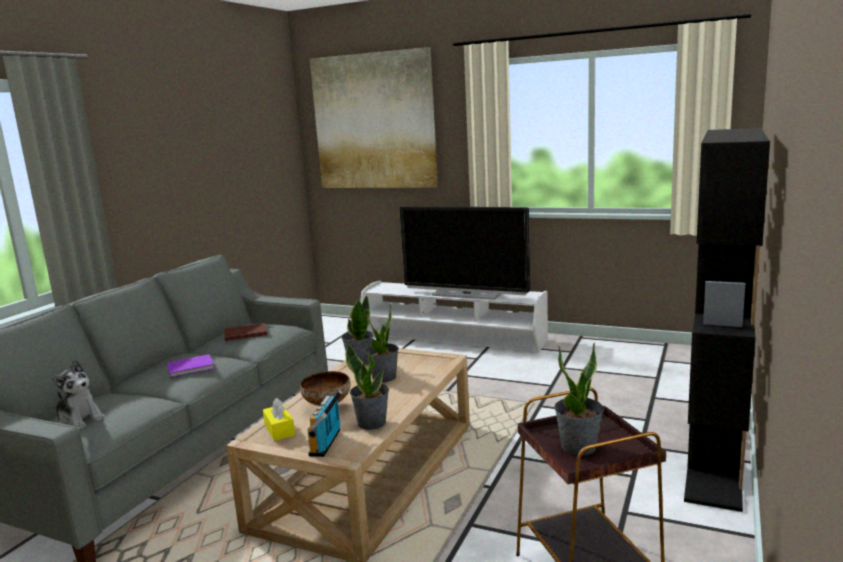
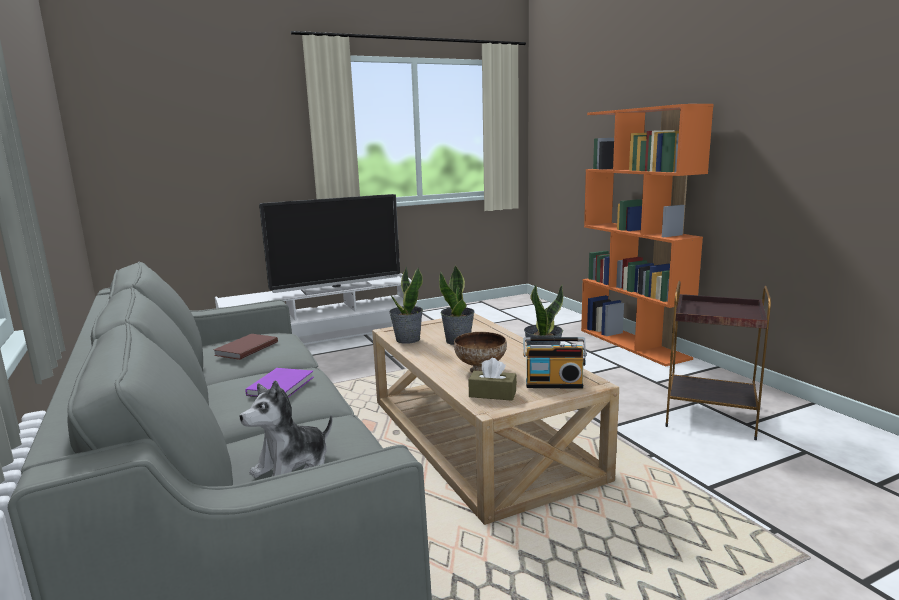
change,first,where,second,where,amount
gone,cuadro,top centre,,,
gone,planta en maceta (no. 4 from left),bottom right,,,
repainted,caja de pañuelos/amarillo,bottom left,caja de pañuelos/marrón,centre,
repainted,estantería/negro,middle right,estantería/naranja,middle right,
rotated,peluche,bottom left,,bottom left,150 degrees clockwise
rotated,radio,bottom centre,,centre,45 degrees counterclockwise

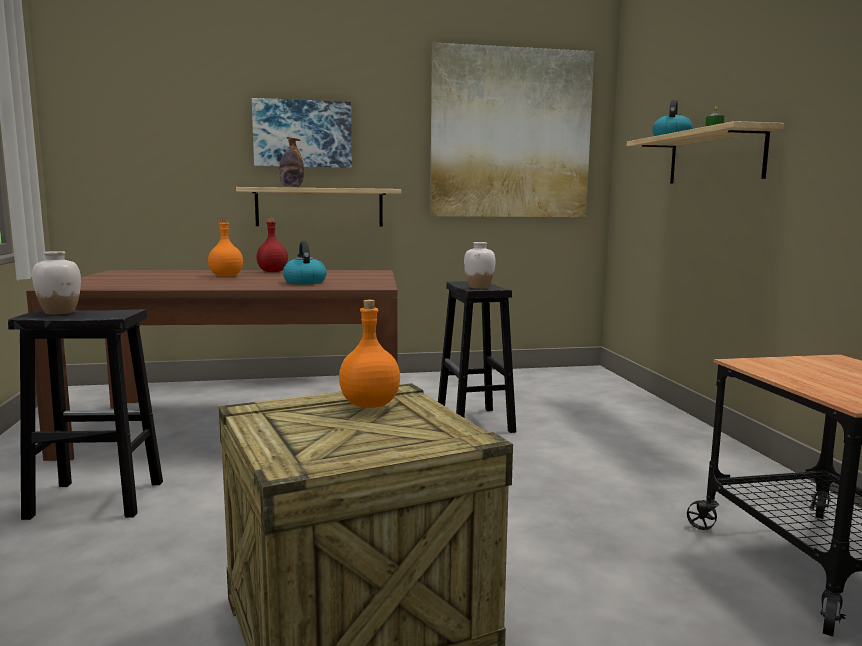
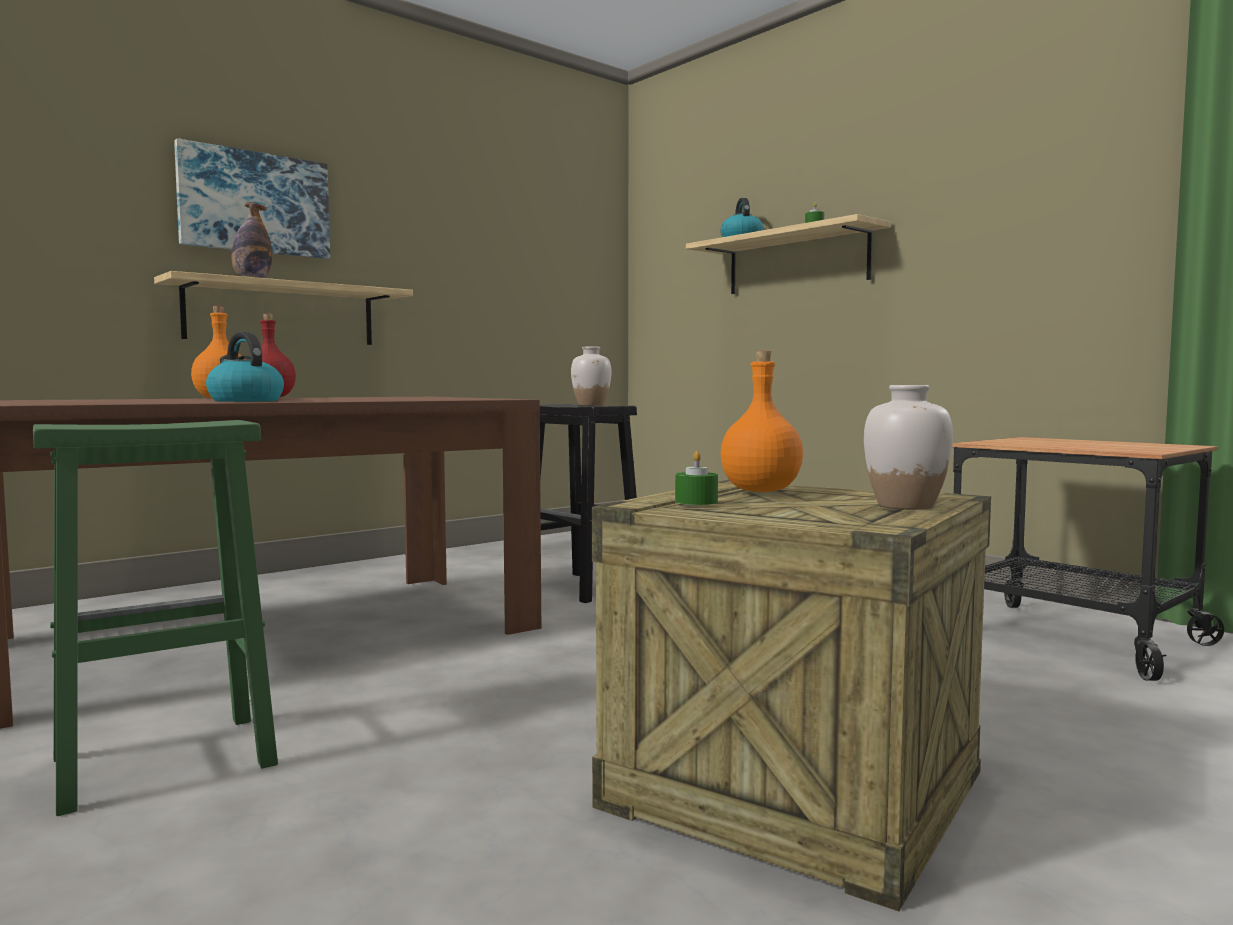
change,first,where,second,where,amount
gone,cuadro (no. 2 from left),top centre,,,
new,,,vela/verde (no. 1 from left),centre,
shifted,florero/blanco (no. 1 from left in the first image),middle left,florero/blanco (no. 2 from left),middle right,
shifted,hervidor (no. 1 from left),centre,,middle left,
repainted,taburete/negro (no. 1 from left),middle left,taburete/verde,bottom left,

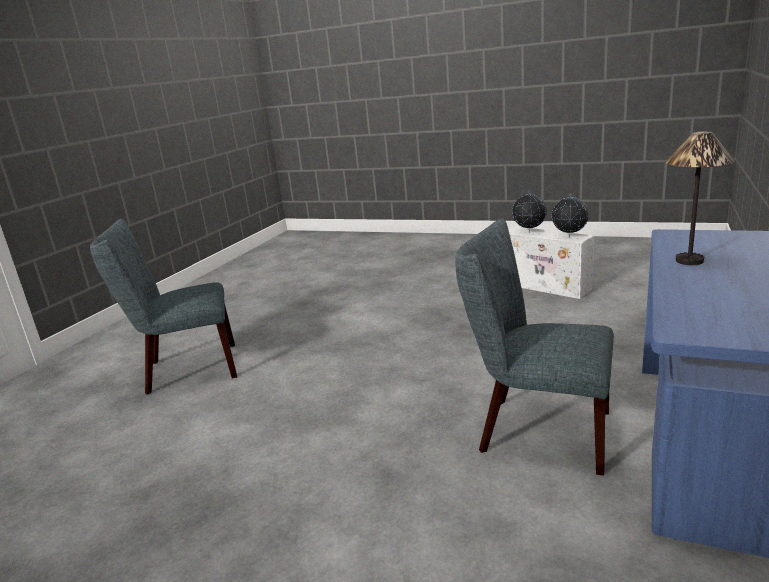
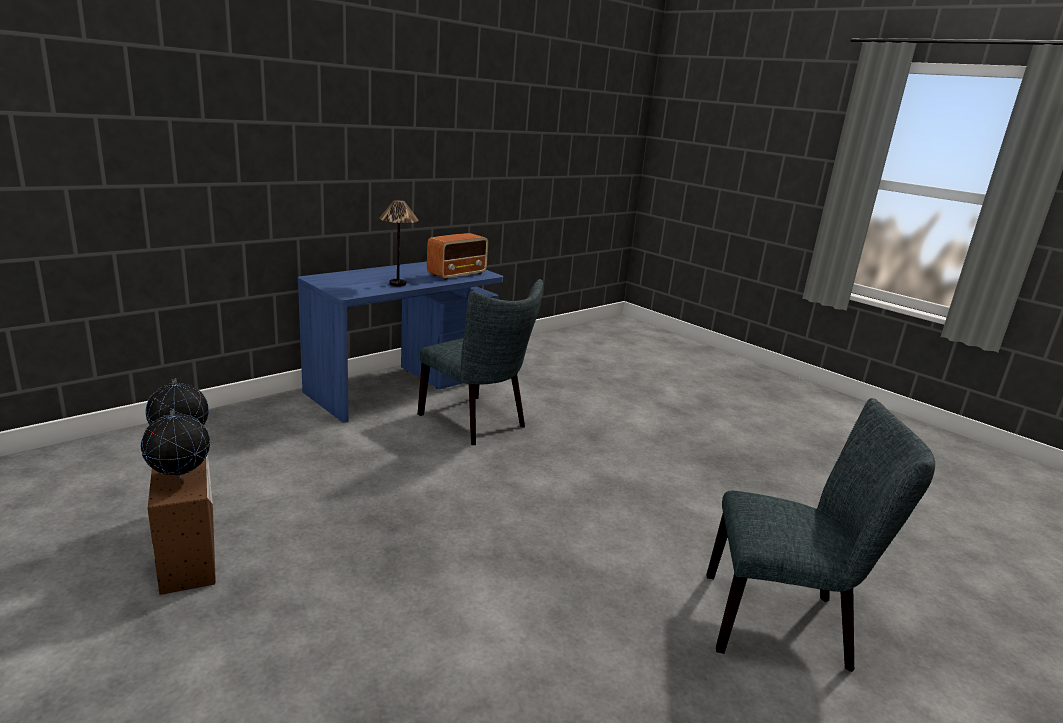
change,first,where,second,where,amount
new,,,radio,centre,
repainted,caja de almacenaje/blanco,middle right,caja de almacenaje/marrón,bottom left,

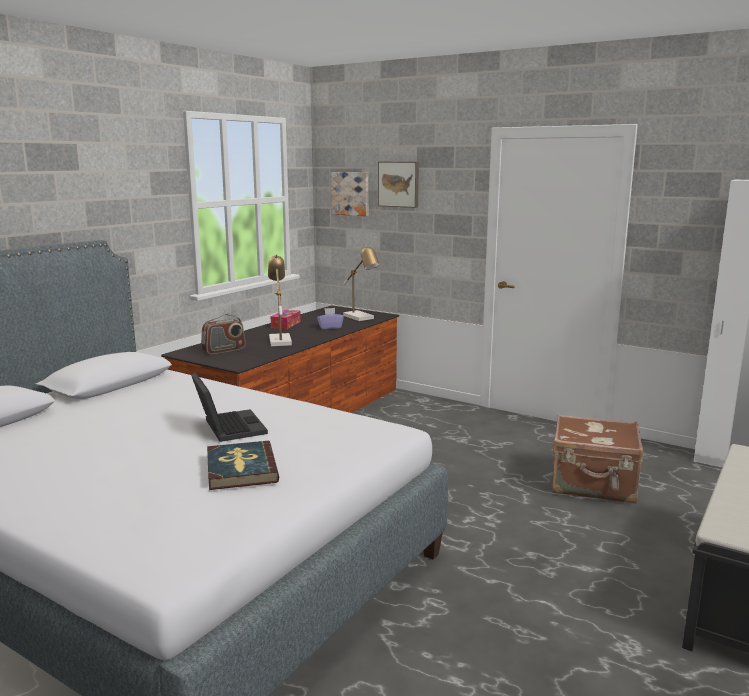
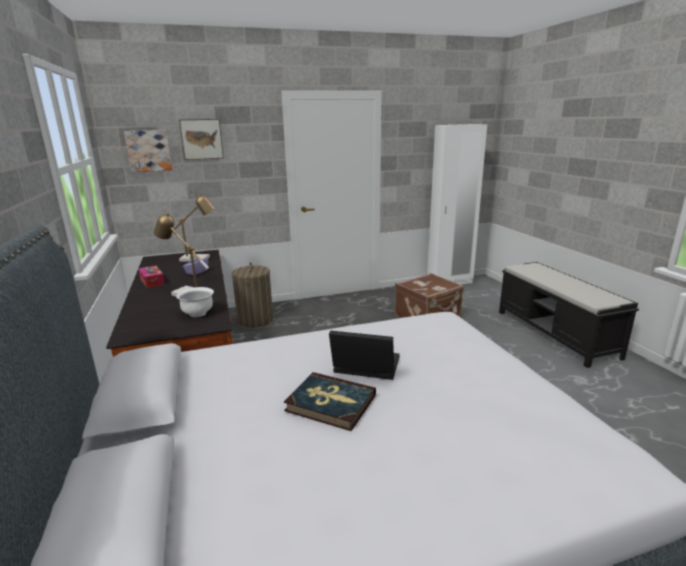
change,first,where,second,where,amount
gone,radio,middle left,,,
new,,,cuenco/blanco,middle left,
new,,,cesto de la ropa,centre,
shifted,libro,bottom left,,bottom centre,

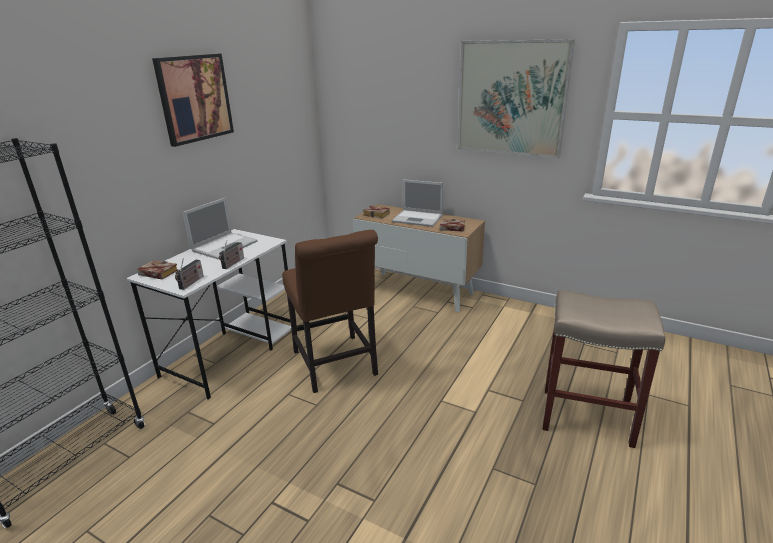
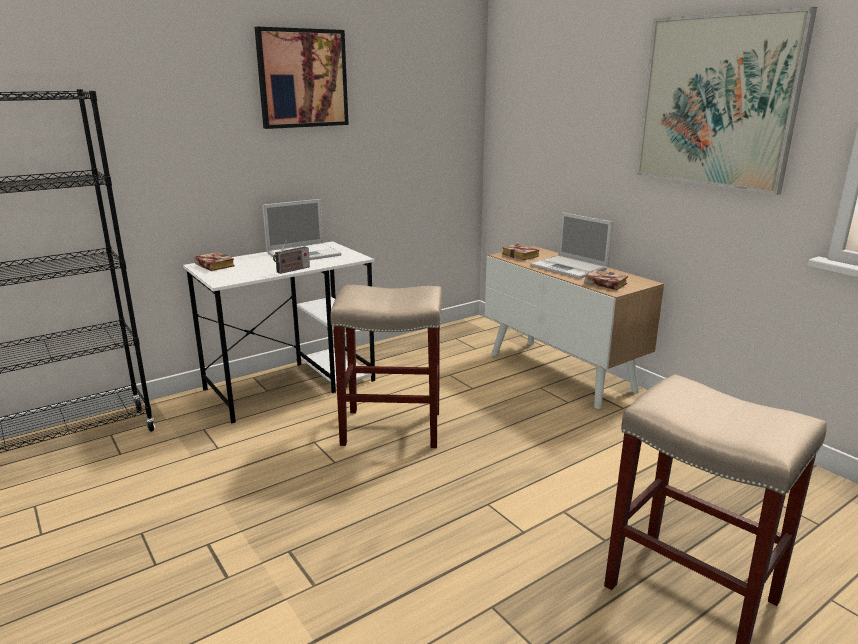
change,first,where,second,where,amount
gone,radio (no. 1 from left),middle left,,,
swapped,silla/marrón,centre,taburete/beis (no. 1 from left),centre,

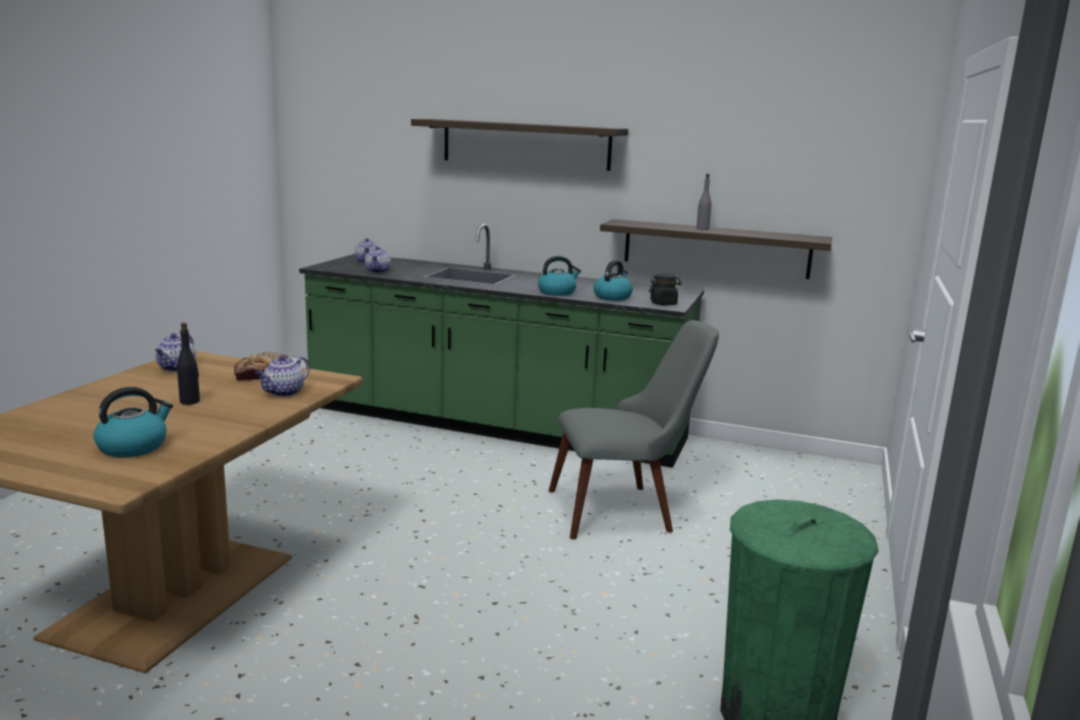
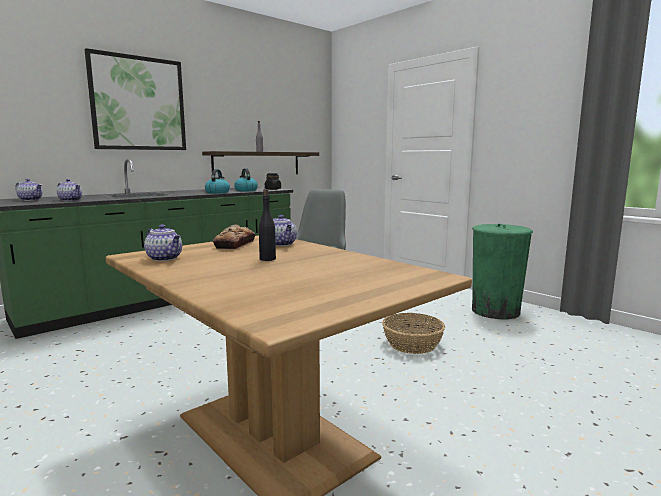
change,first,where,second,where,amount
gone,hervidor (no. 1 from left),middle left,,,
new,,,cesta,bottom centre,
swapped,estante (no. 1 from left),top centre,cuadro,top left,

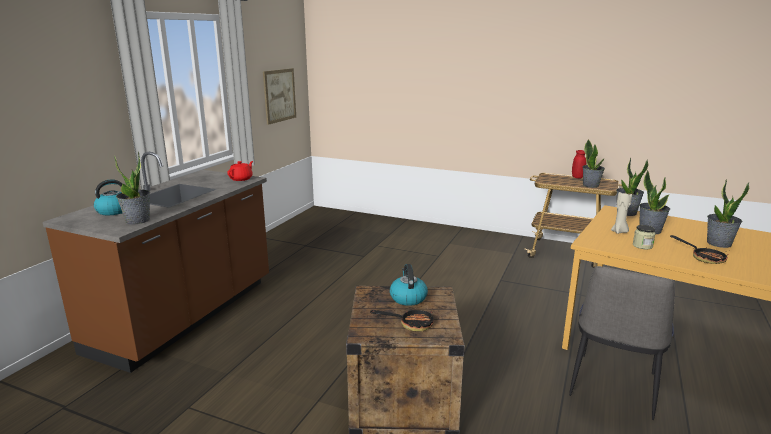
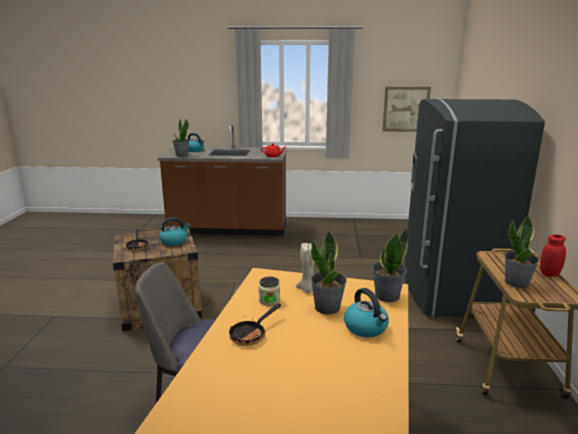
change,first,where,second,where,amount
gone,planta en maceta (no. 5 from left),middle right,,,
new,,,hervidor (no. 3 from left),bottom centre,
new,,,nevera/gris,middle right,

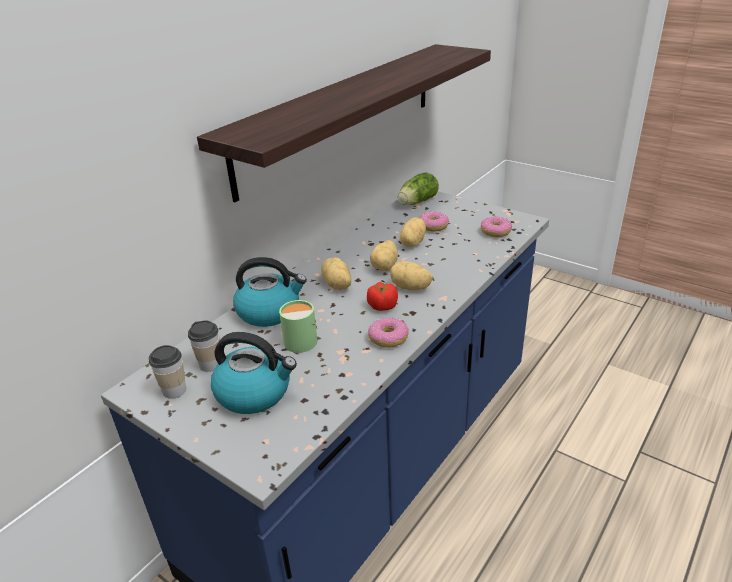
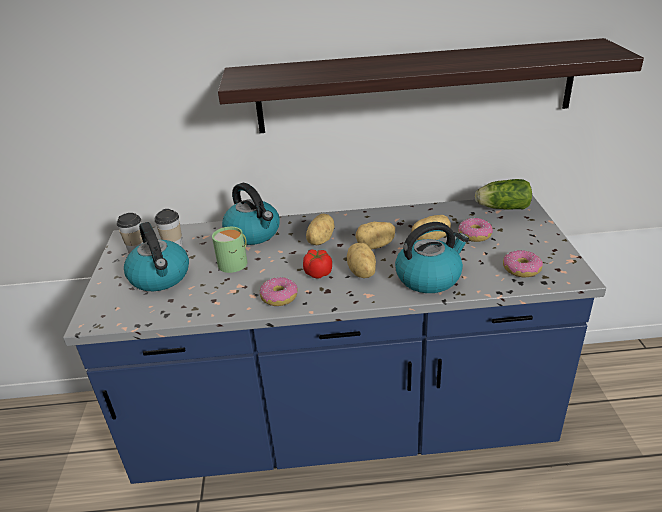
change,first,where,second,where,amount
new,,,hervidor (no. 3 from left),centre,

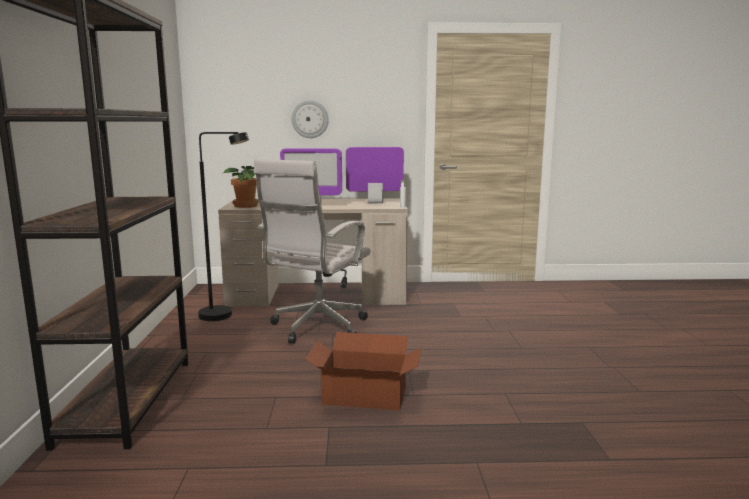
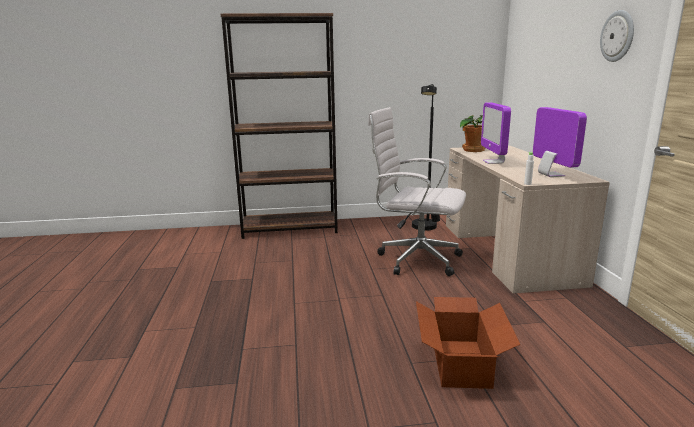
change,first,where,second,where,amount
shifted,reloj de pared,top centre,,top right,
shifted,caja de cartón,bottom centre,,bottom right,

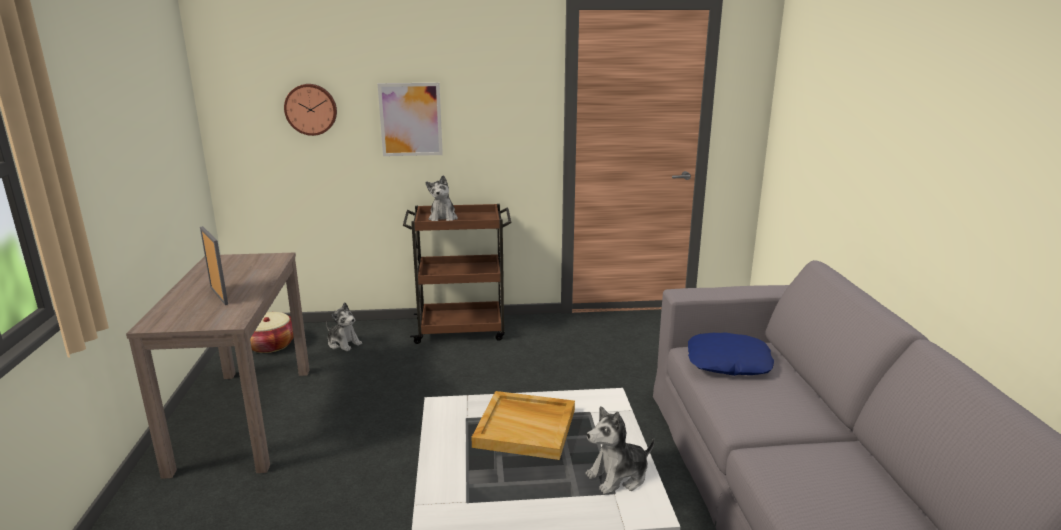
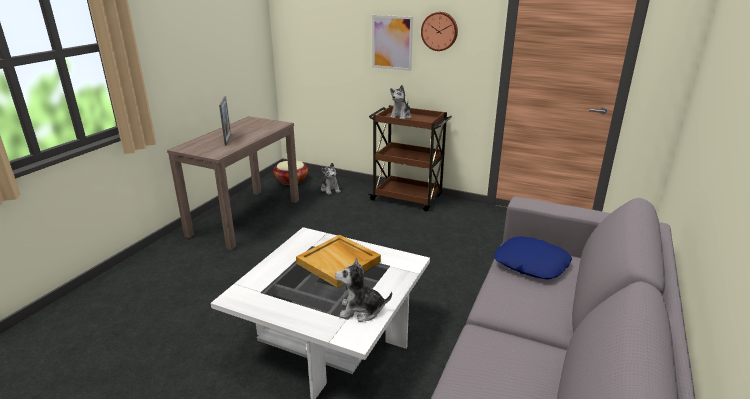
change,first,where,second,where,amount
shifted,reloj de pared,top left,,top centre,

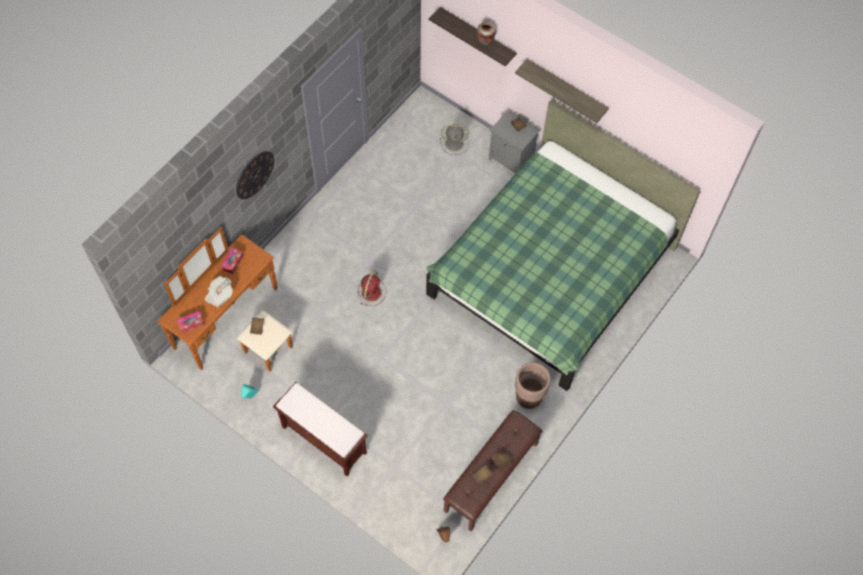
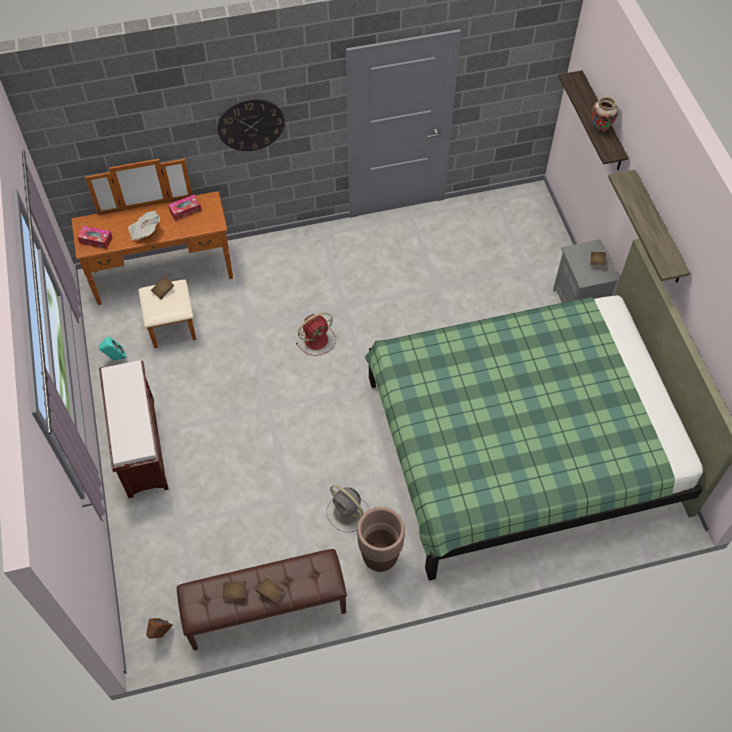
change,first,where,second,where,amount
shifted,ventilador/gris,top centre,,bottom centre,

